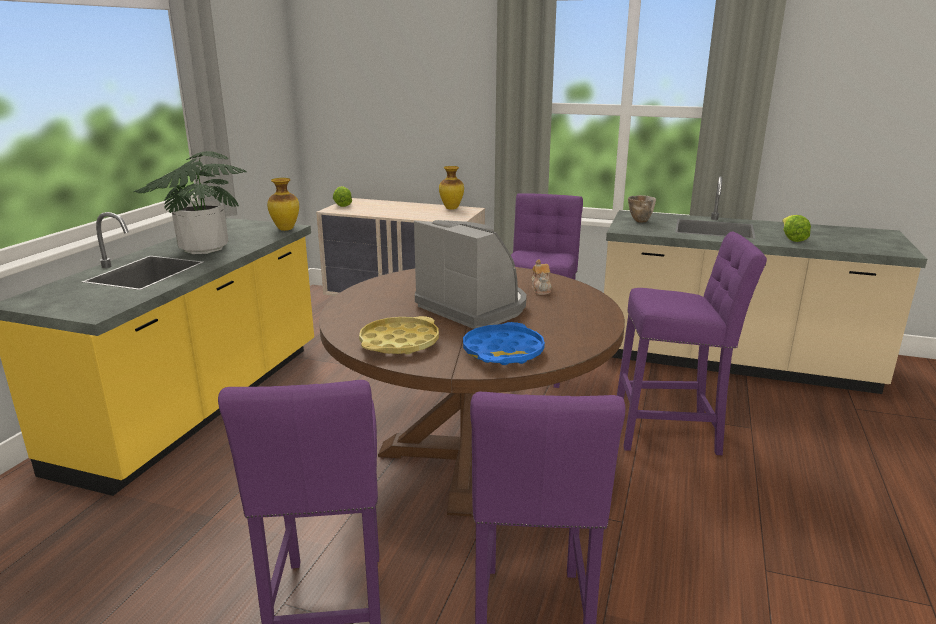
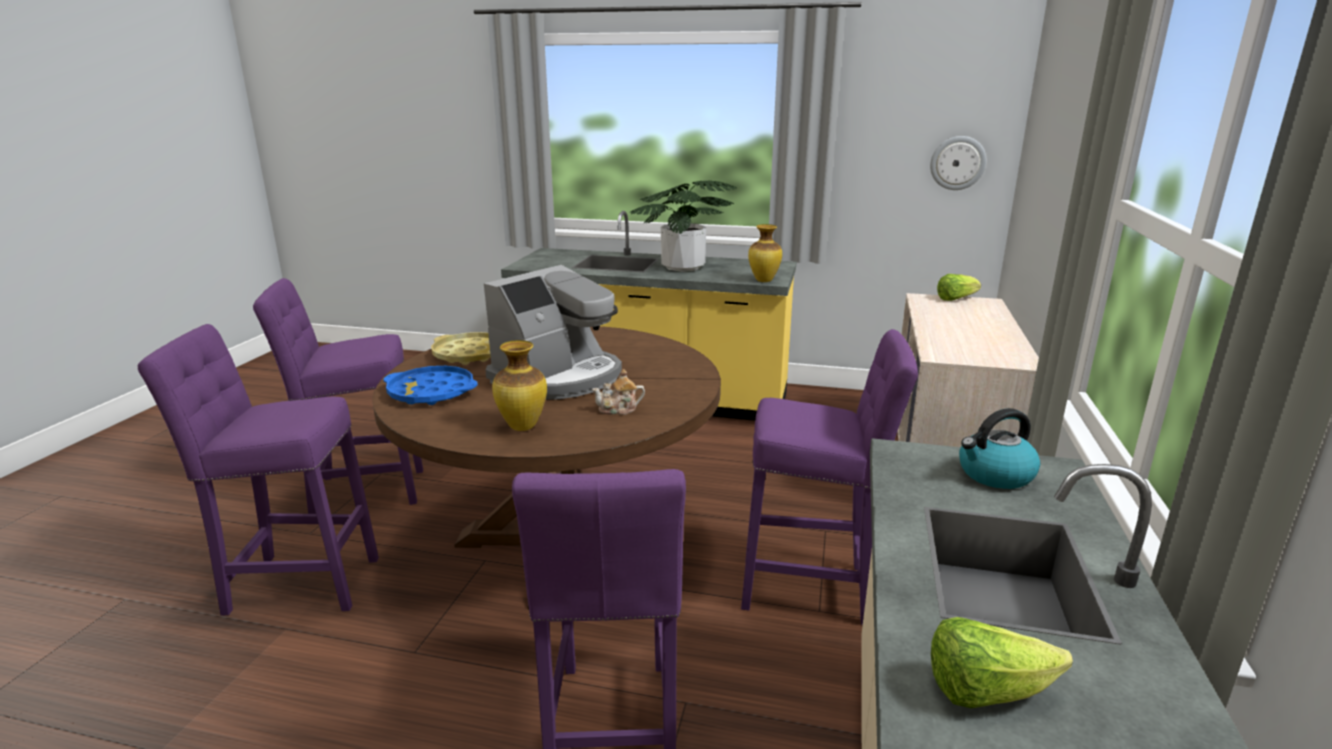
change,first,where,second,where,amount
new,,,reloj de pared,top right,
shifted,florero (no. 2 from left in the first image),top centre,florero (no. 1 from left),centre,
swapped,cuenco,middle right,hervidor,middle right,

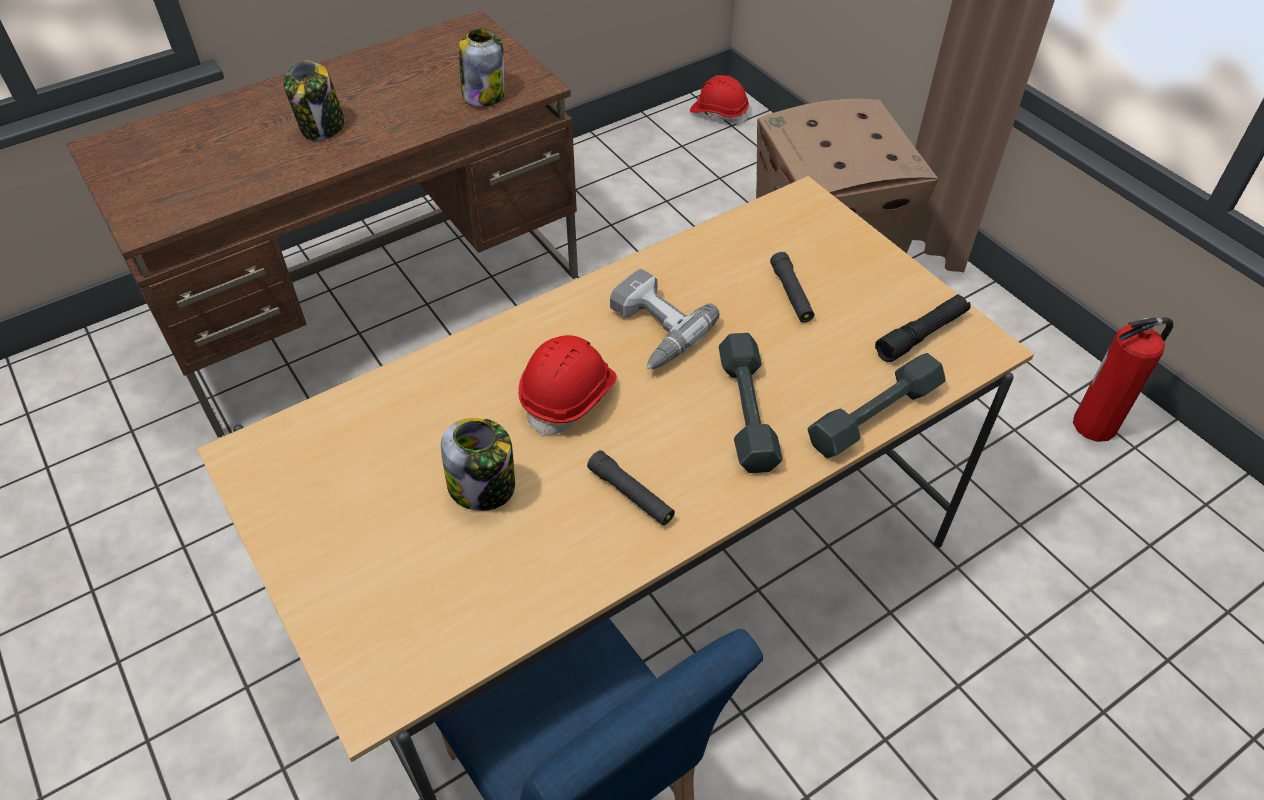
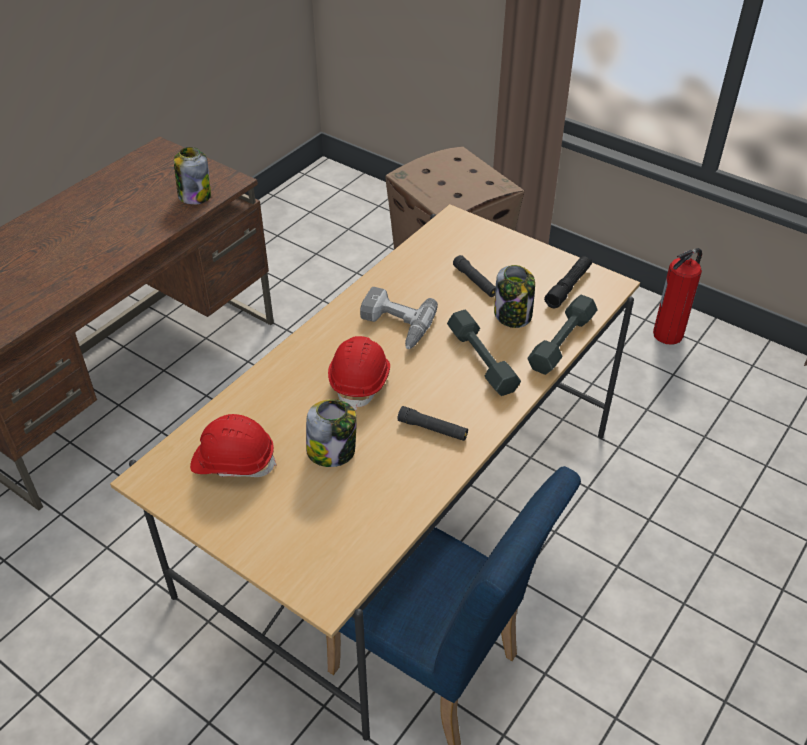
change,first,where,second,where,amount
shifted,tarro (no. 1 from left in the first image),top left,tarro (no. 3 from left),centre,
shifted,casco/rojo (no. 2 from left in the first image),top centre,casco/rojo (no. 1 from left),middle left,

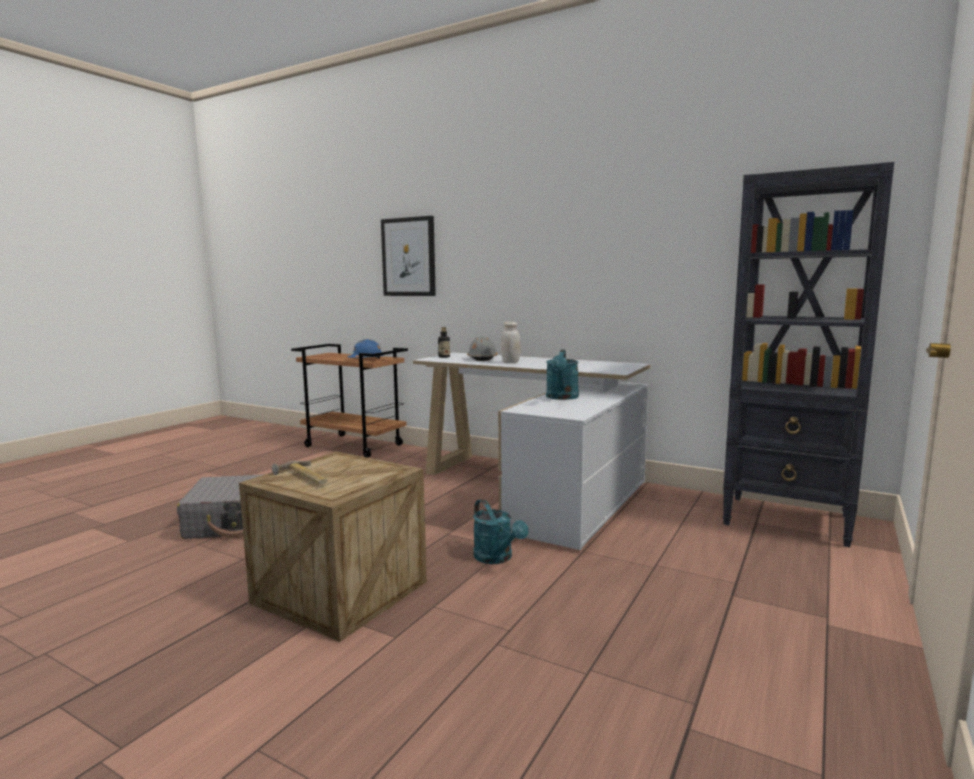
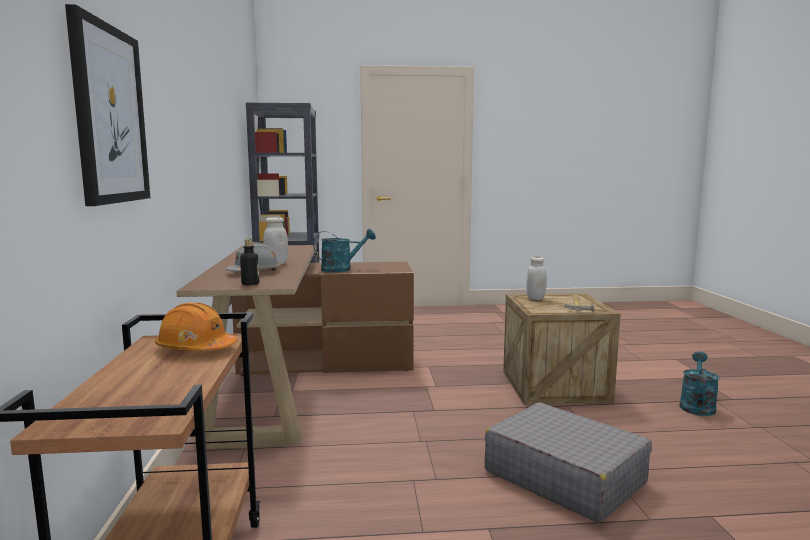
change,first,where,second,where,amount
new,,,tarro/blanco (no. 2 from left),centre,
shifted,regadera/turquesa (no. 1 from left in the first image),bottom centre,regadera/turquesa (no. 2 from left),bottom right,
repainted,casco/azul,centre,casco/naranja,middle left,
repainted,escritorio/blanco,centre,escritorio/marrón,centre,

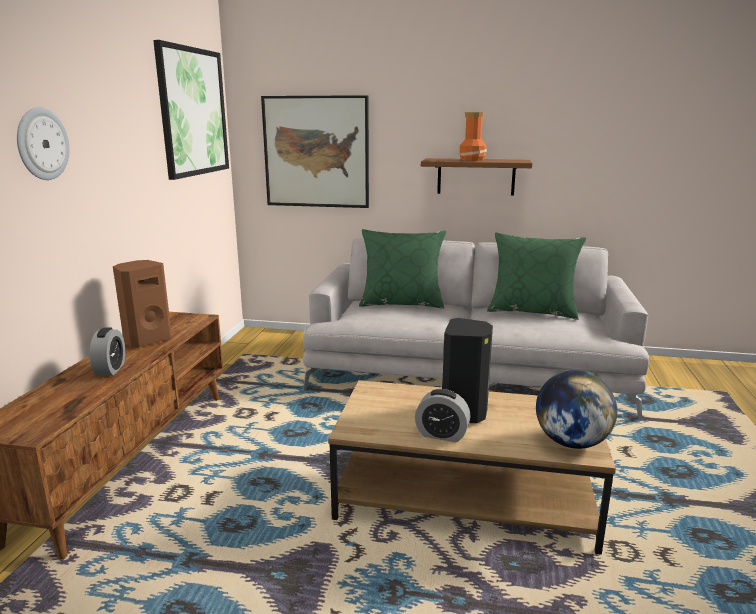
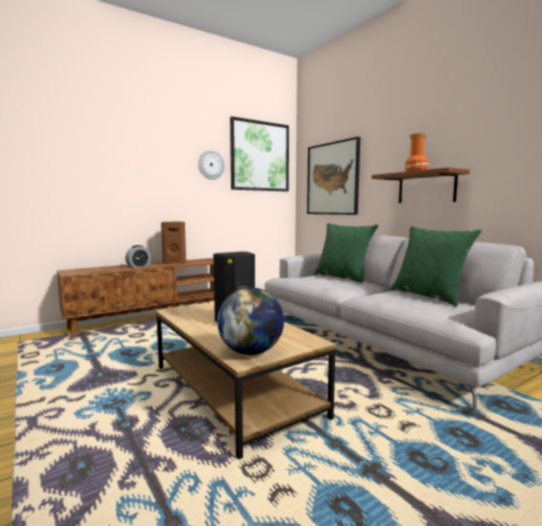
change,first,where,second,where,amount
gone,despertador (no. 2 from left),bottom centre,,,
shifted,reloj de pared,top left,,top centre,

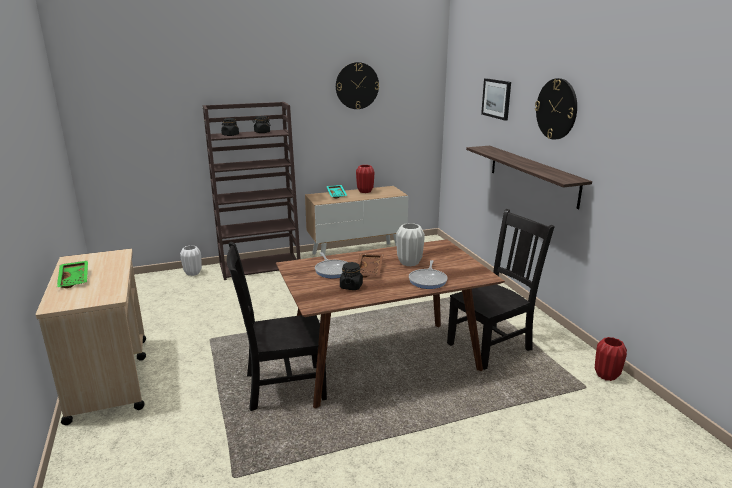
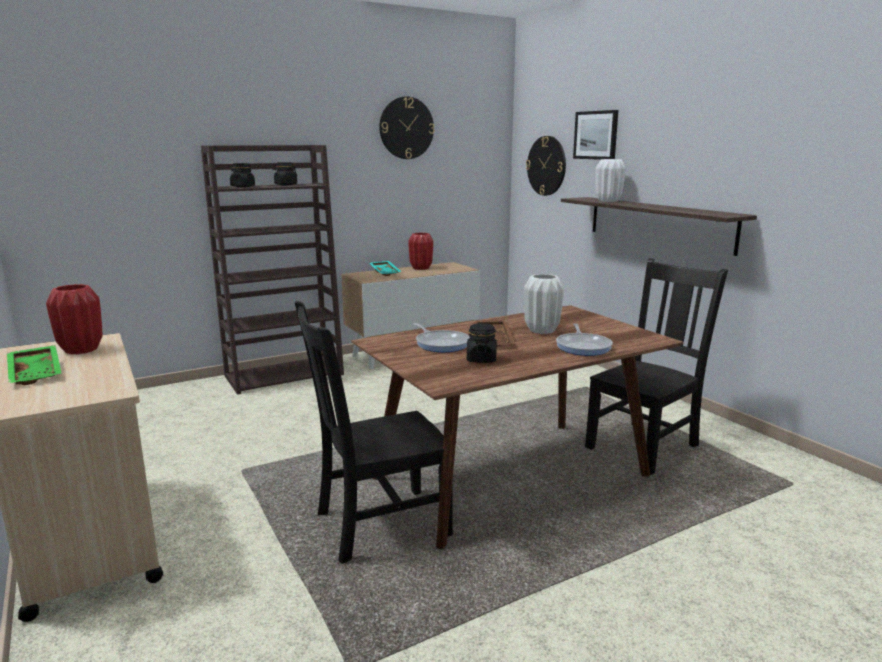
change,first,where,second,where,amount
shifted,florero/blanco (no. 1 from left in the first image),middle left,florero/blanco (no. 2 from left),top right,
shifted,reloj de pared (no. 2 from left),top right,,top centre,
shifted,florero/rojo (no. 2 from left in the first image),bottom right,florero/rojo (no. 1 from left),middle left,

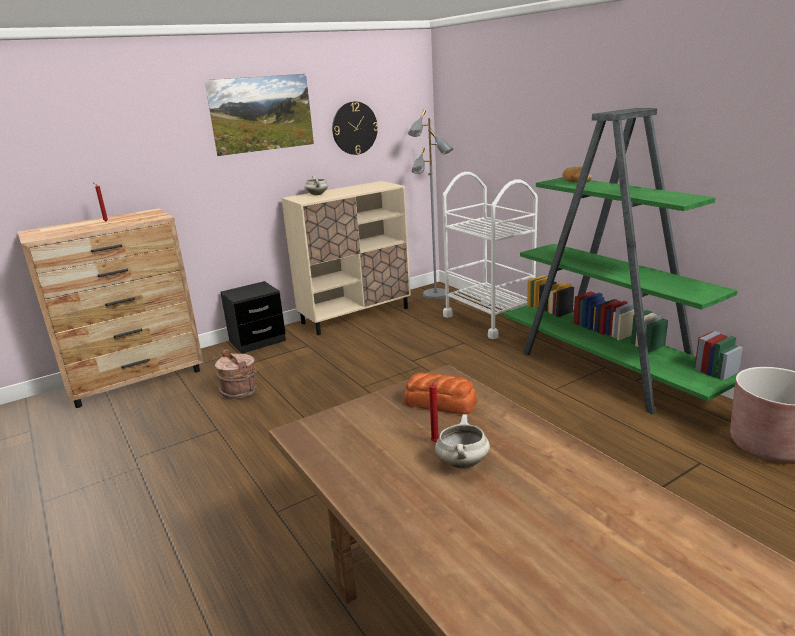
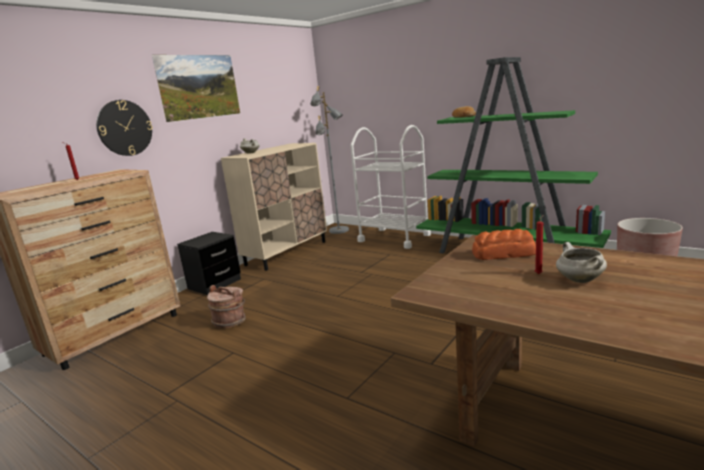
change,first,where,second,where,amount
shifted,reloj de pared,top centre,,top left,

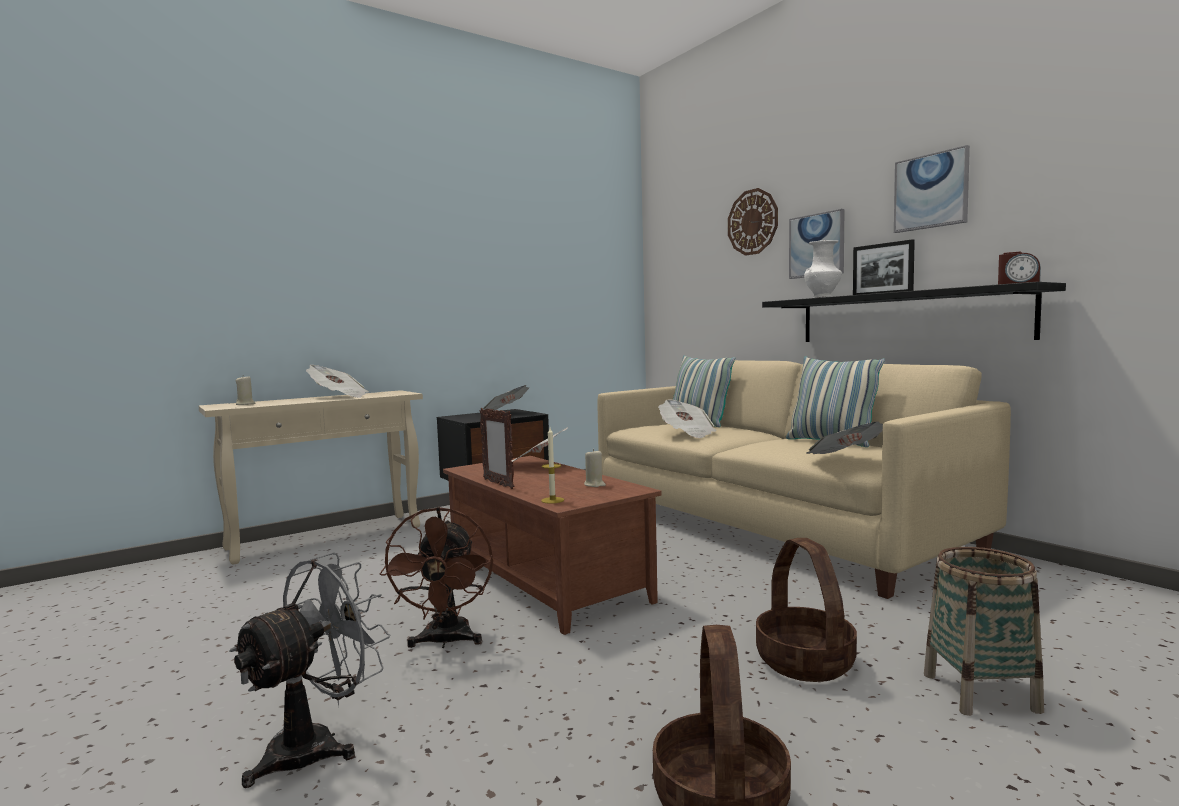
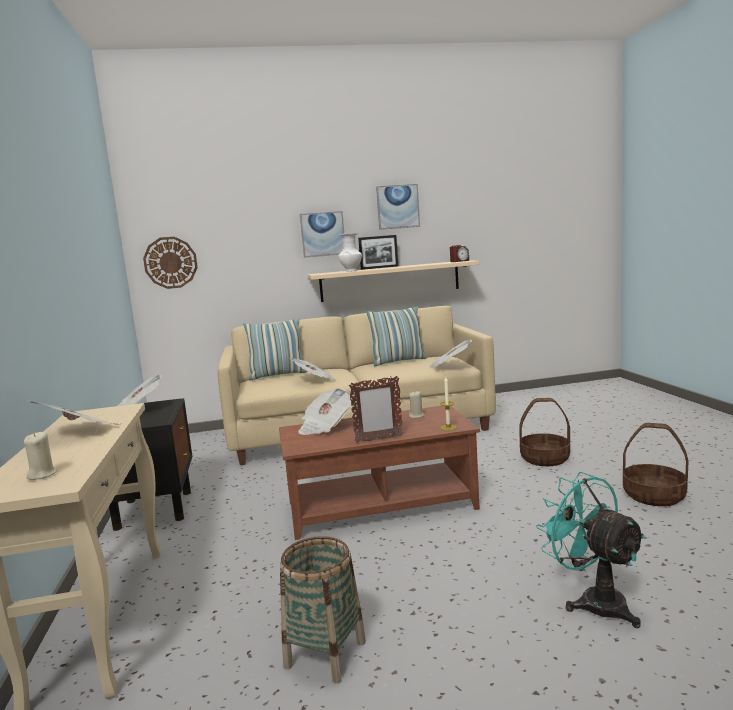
change,first,where,second,where,amount
gone,ventilador/marrón,bottom centre,,,
shifted,reloj de pared,top centre,,middle left,
shifted,cesta (no. 3 from left in the first image),bottom right,cesta (no. 1 from left),bottom centre,
repainted,ventilador/gris,bottom left,ventilador/turquesa,bottom right,
repainted,estante/negro,middle right,estante/beis,centre,

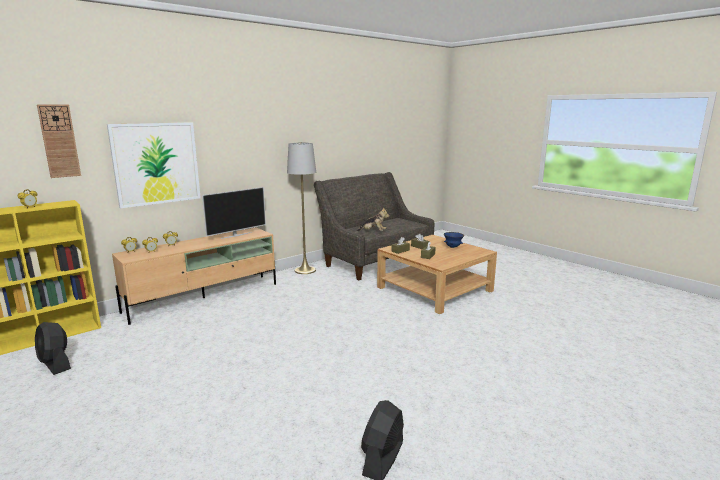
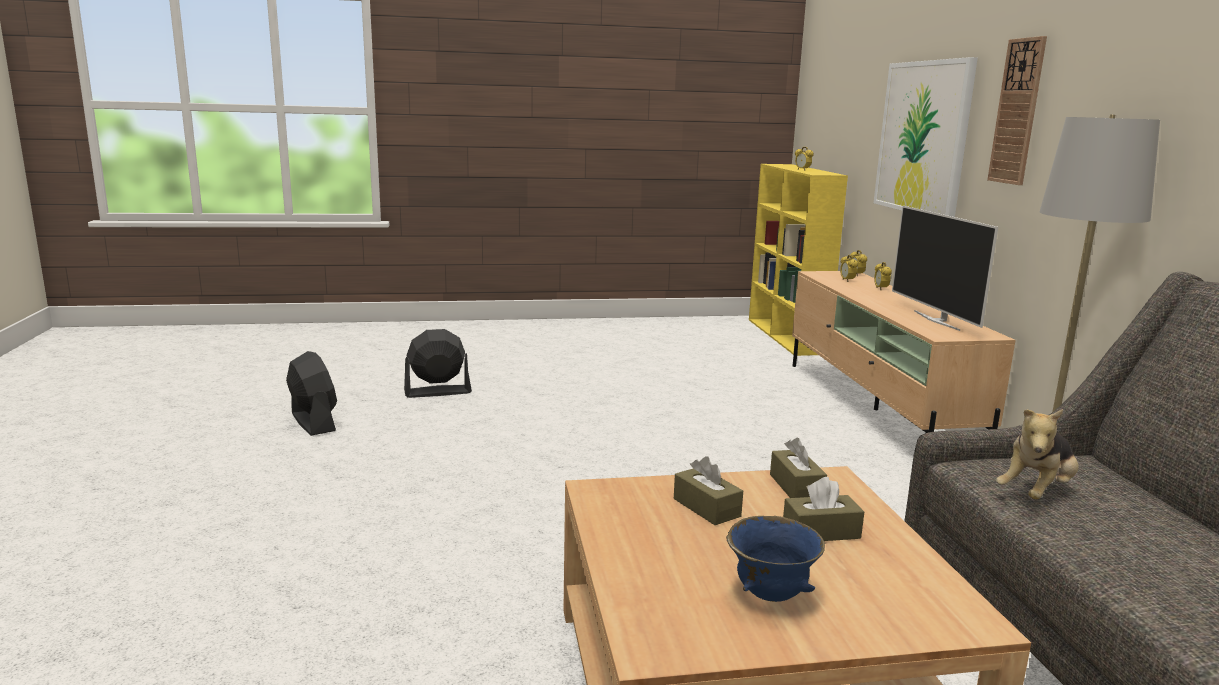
change,first,where,second,where,amount
shifted,ventilador/negro (no. 1 from left in the first image),bottom left,ventilador/negro (no. 2 from left),centre,
shifted,reloj de pared,top left,,top right,

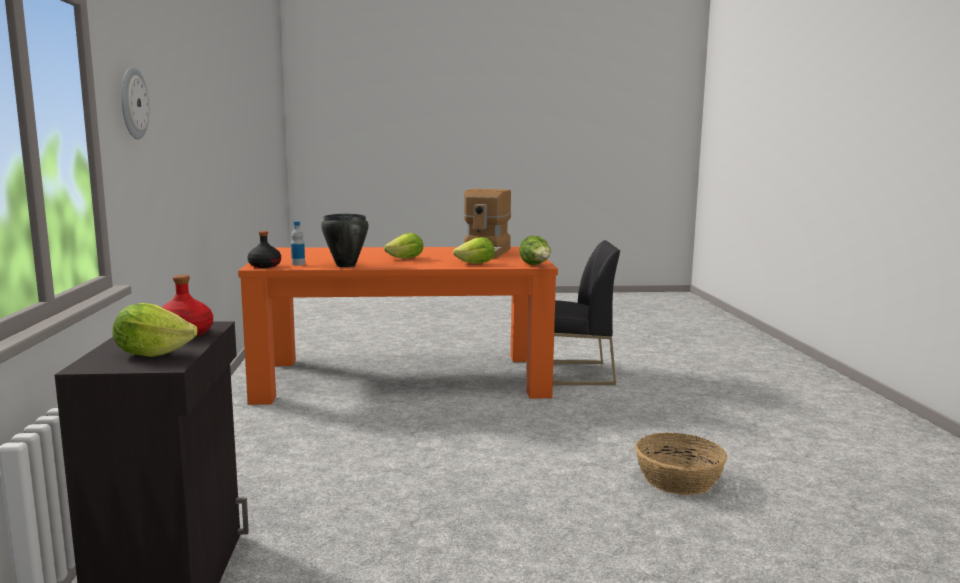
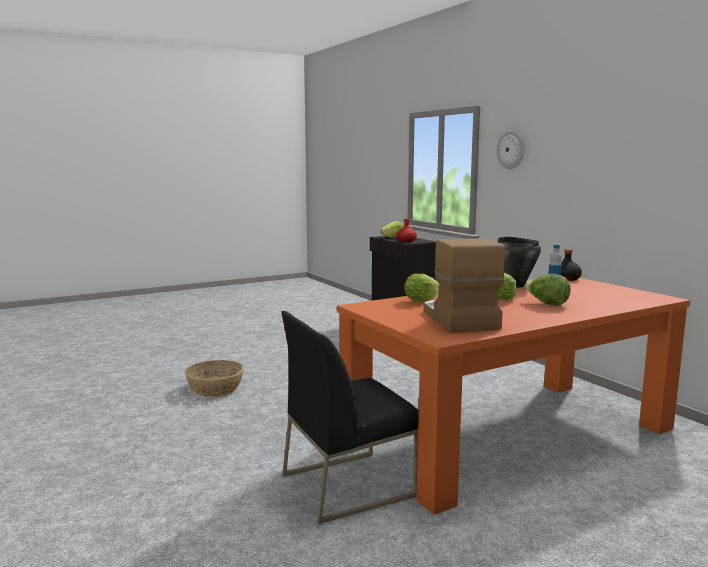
change,first,where,second,where,amount
shifted,lechuga (no. 4 from left),centre,,middle right,

